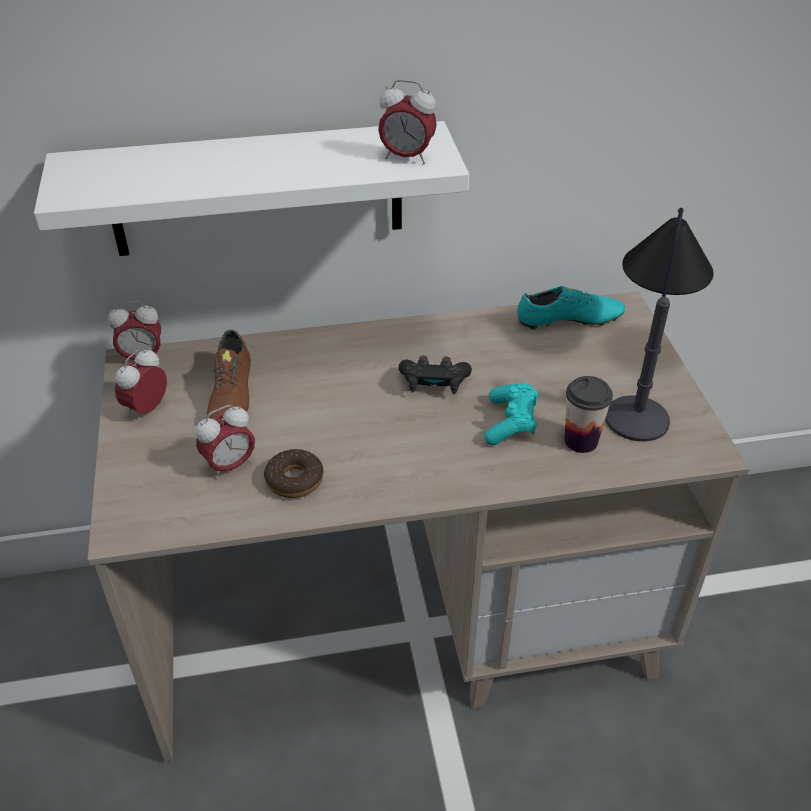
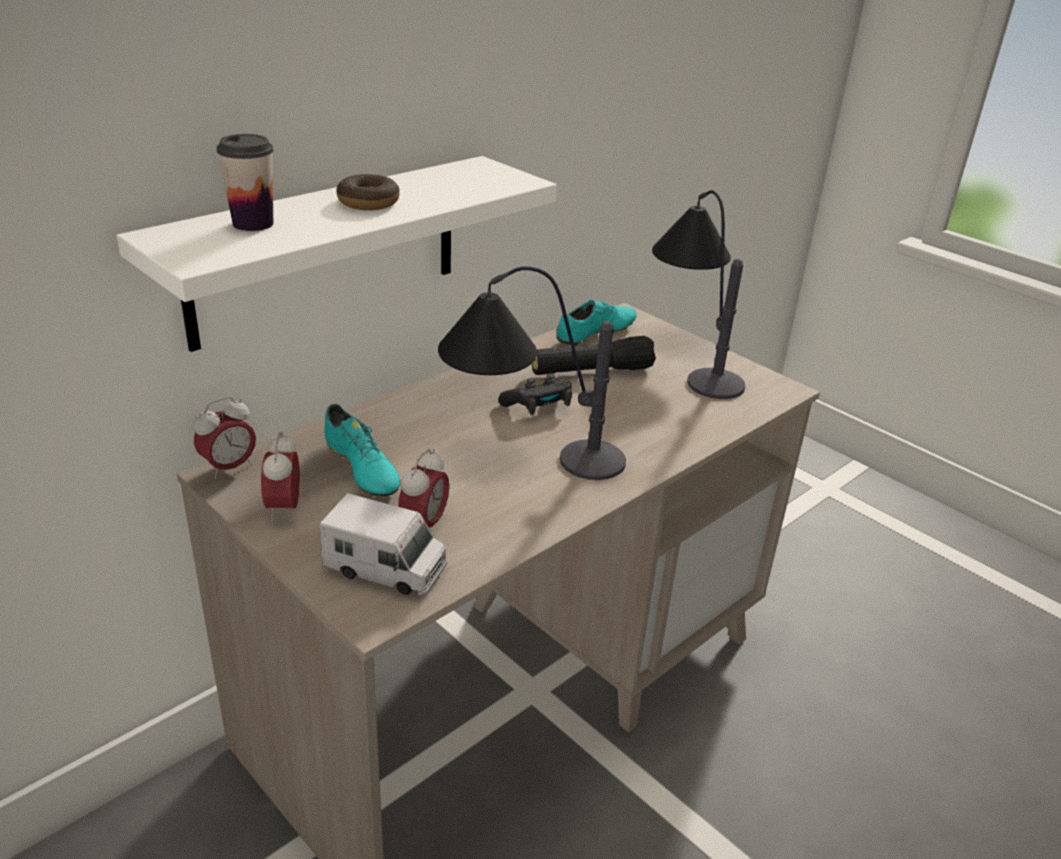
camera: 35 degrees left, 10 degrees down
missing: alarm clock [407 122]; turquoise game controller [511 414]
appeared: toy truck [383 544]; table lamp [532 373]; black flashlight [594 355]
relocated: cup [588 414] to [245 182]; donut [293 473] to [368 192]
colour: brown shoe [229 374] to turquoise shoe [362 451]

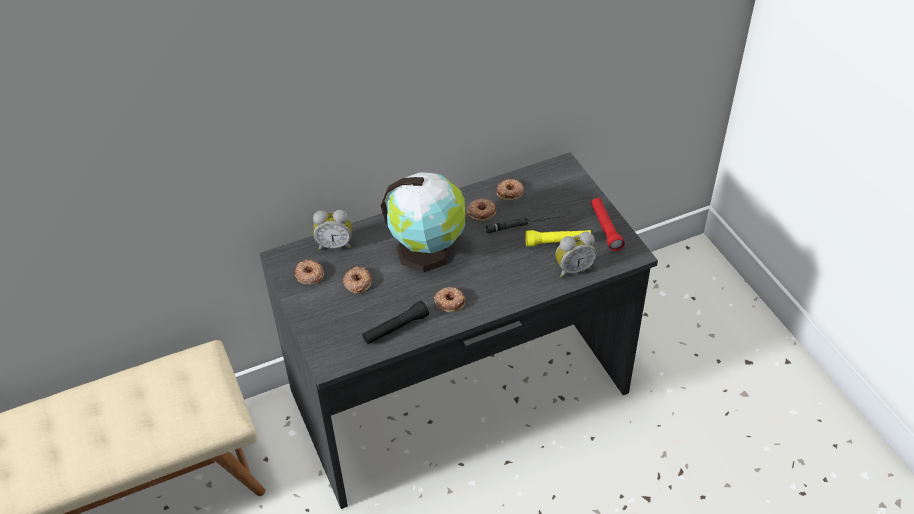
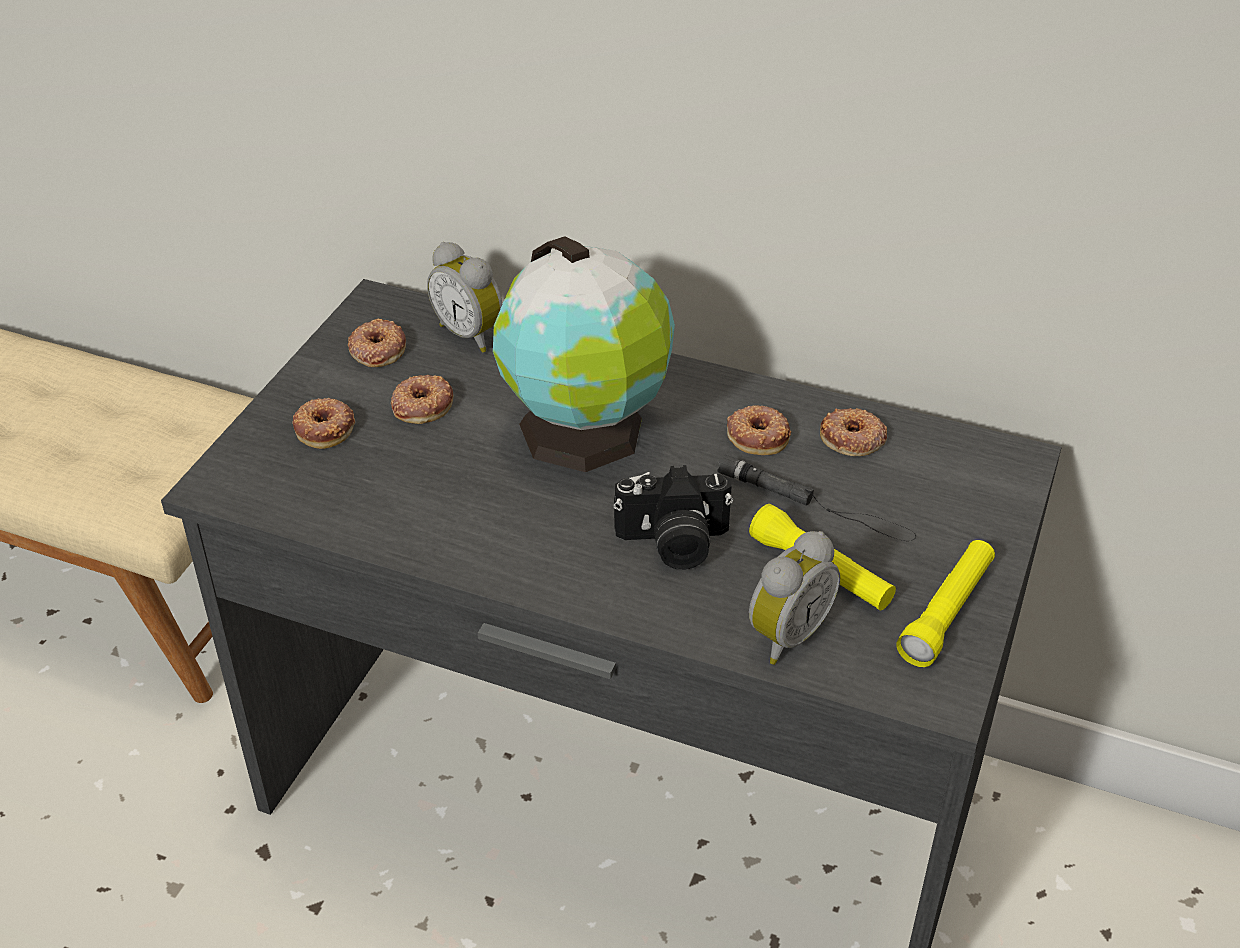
camera: 45 degrees right, 5 degrees down
missing: black flashlight [395 322]
appeared: photo camera [673 517]
relocated: donut [450 299] to [323 423]
colour: red flashlight [608 224] to yellow flashlight [945 603]
spun: alarm clock [576 255] = [794 598] 75 degrees counterclockwise

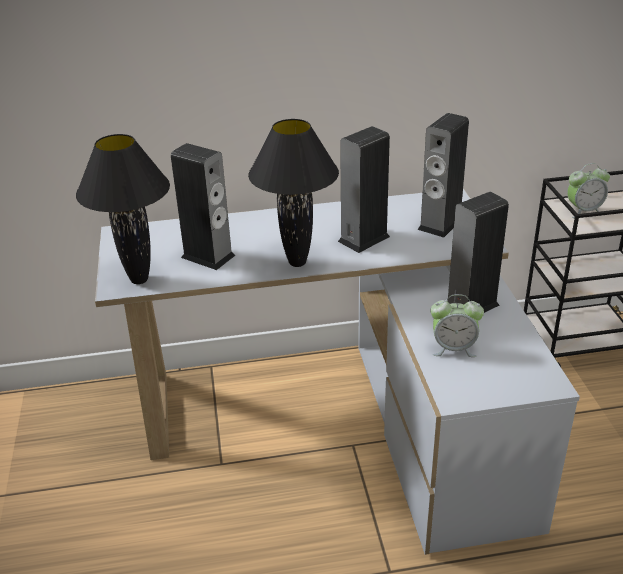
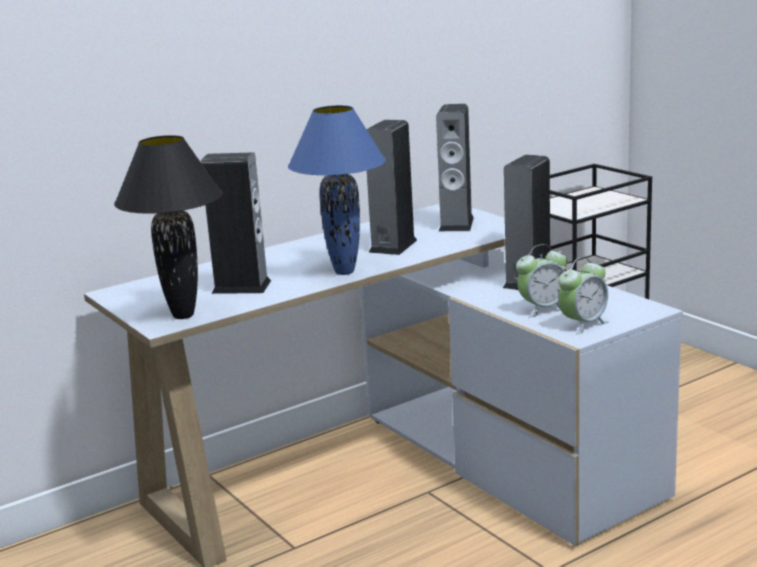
camera: 25 degrees left, 15 degrees down
relocated: alarm clock [588 190] to [583 295]
colour: black table lamp [293 193] to blue table lamp [337 190]

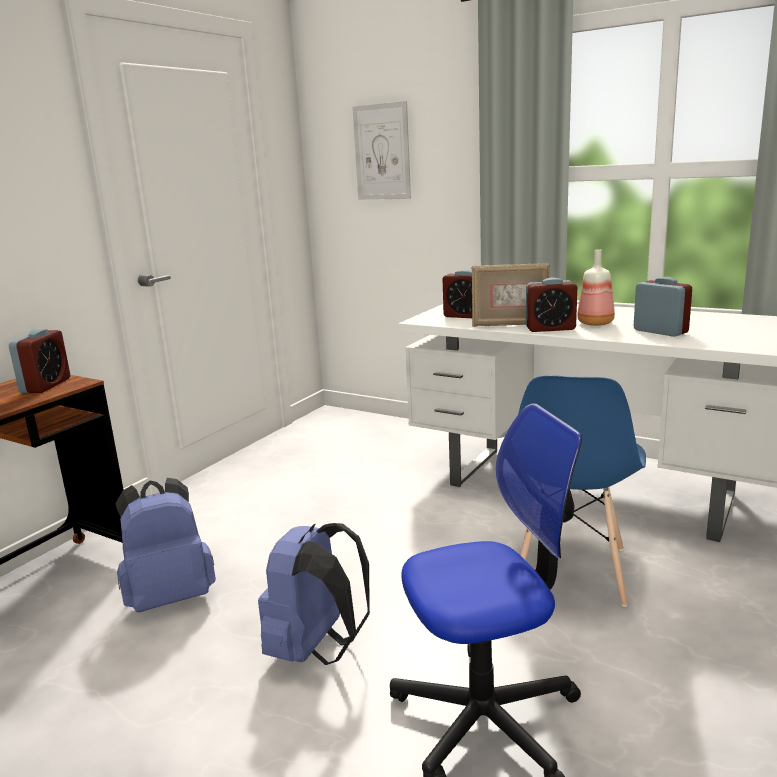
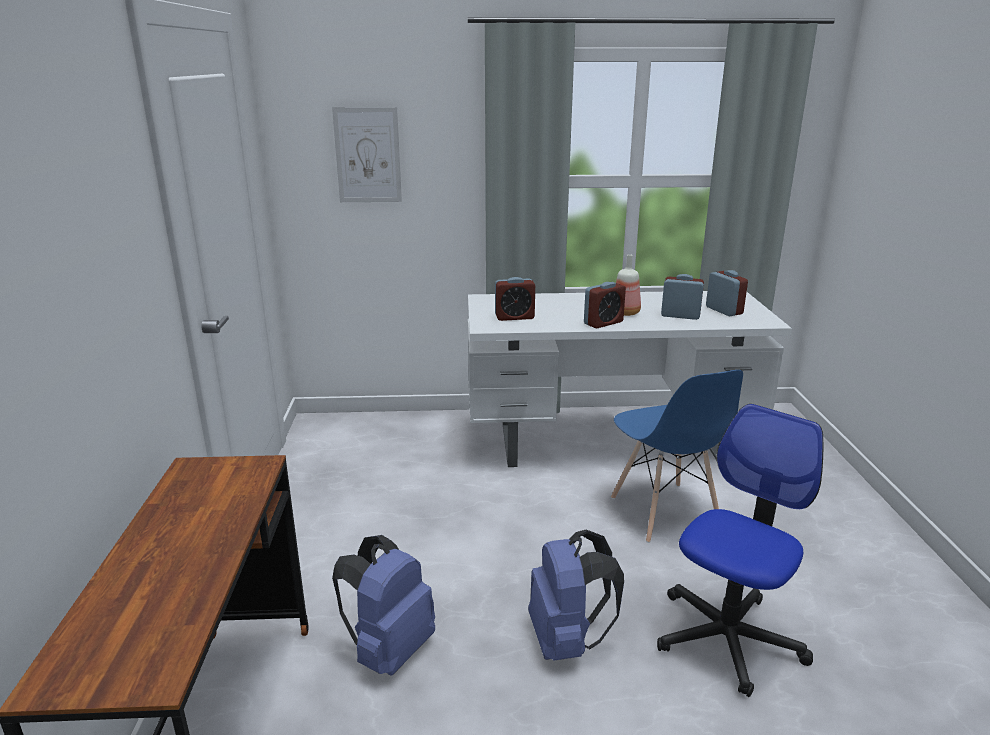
camera: 35 degrees left, 5 degrees up
missing: picture frame [510 295]
relocated: alarm clock [39 361] to [727 293]

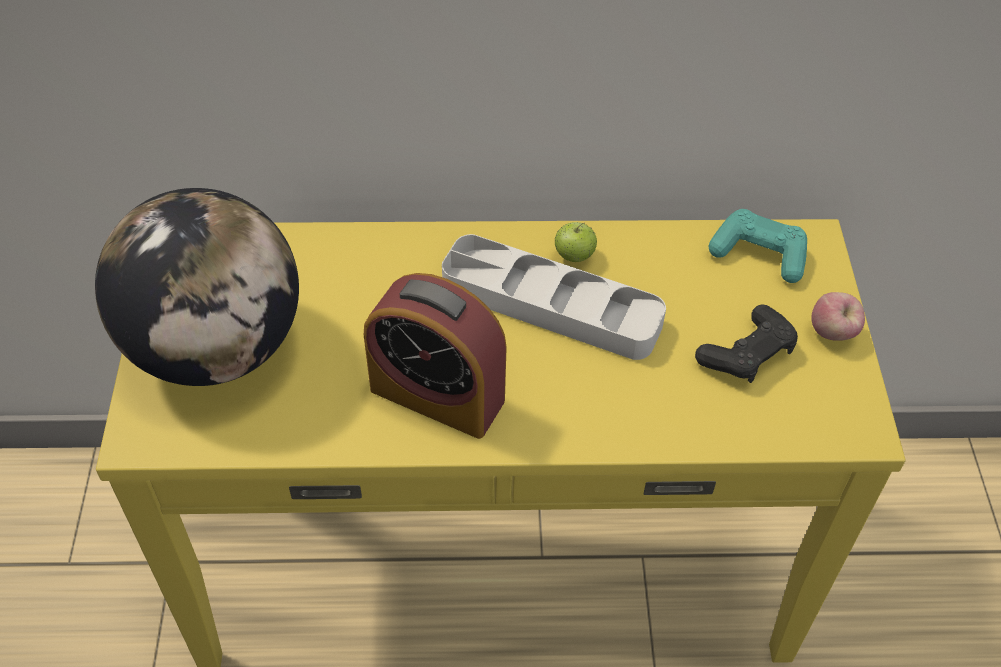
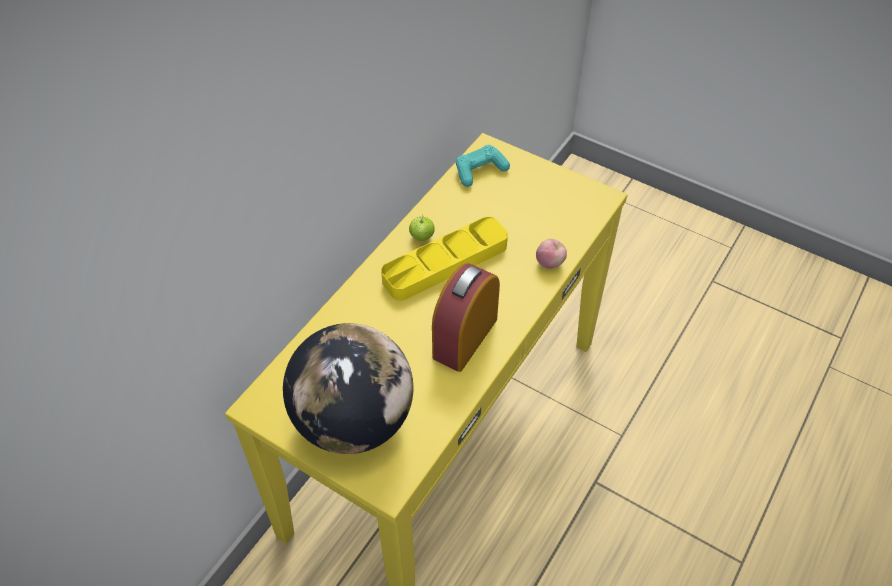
camera: 55 degrees left, 0 degrees up
missing: black game controller [746 344]
relocated: apple [838 316] to [551 254]
colour: grey tray [554 297] to yellow tray [444 259]
spun: alarm clock [435 356] = [466 317] 150 degrees clockwise

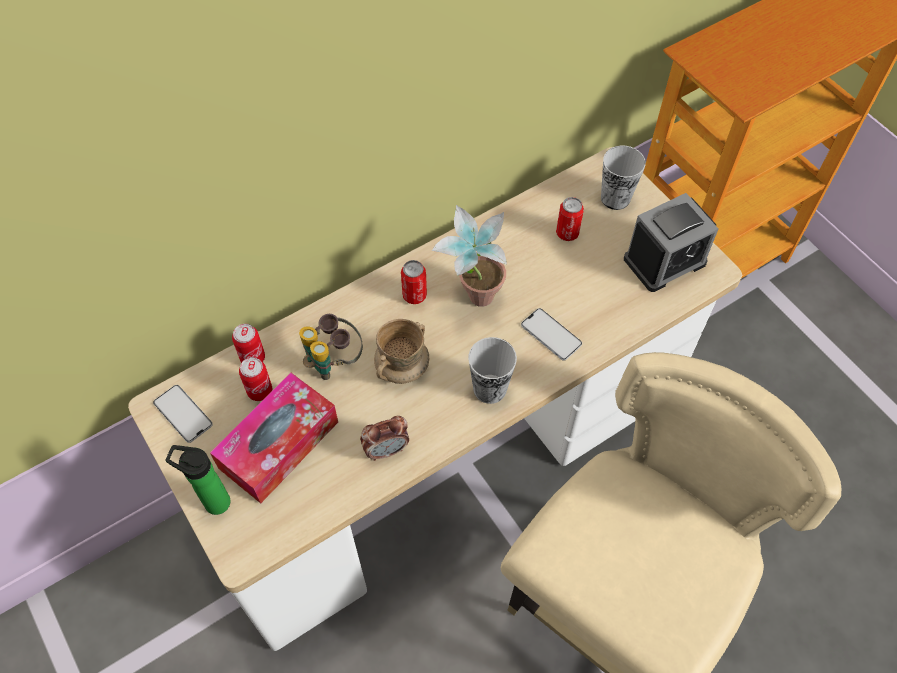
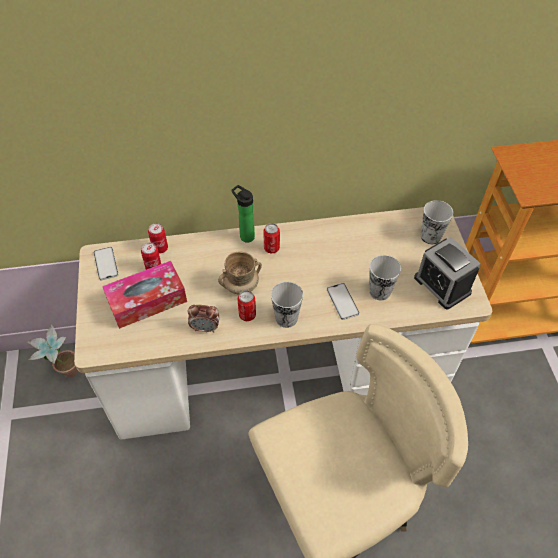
camera: 25 degrees right, 5 degrees down
missing: binoculars [331 347]
appeared: cup [385 277]
relocated: potted plant [469 256] to [52 351]; bottle [198 480] to [243 214]; can [570 219] to [246 305]
spun: alarm clock [671 242] = [447 273] 60 degrees clockwise

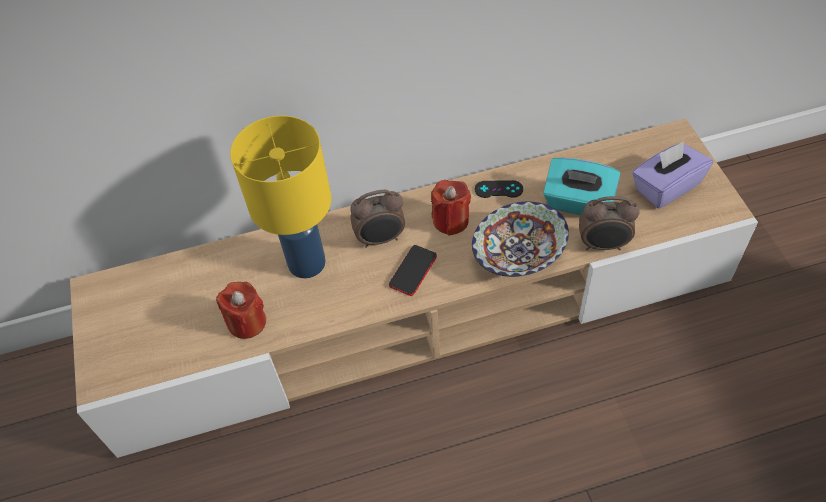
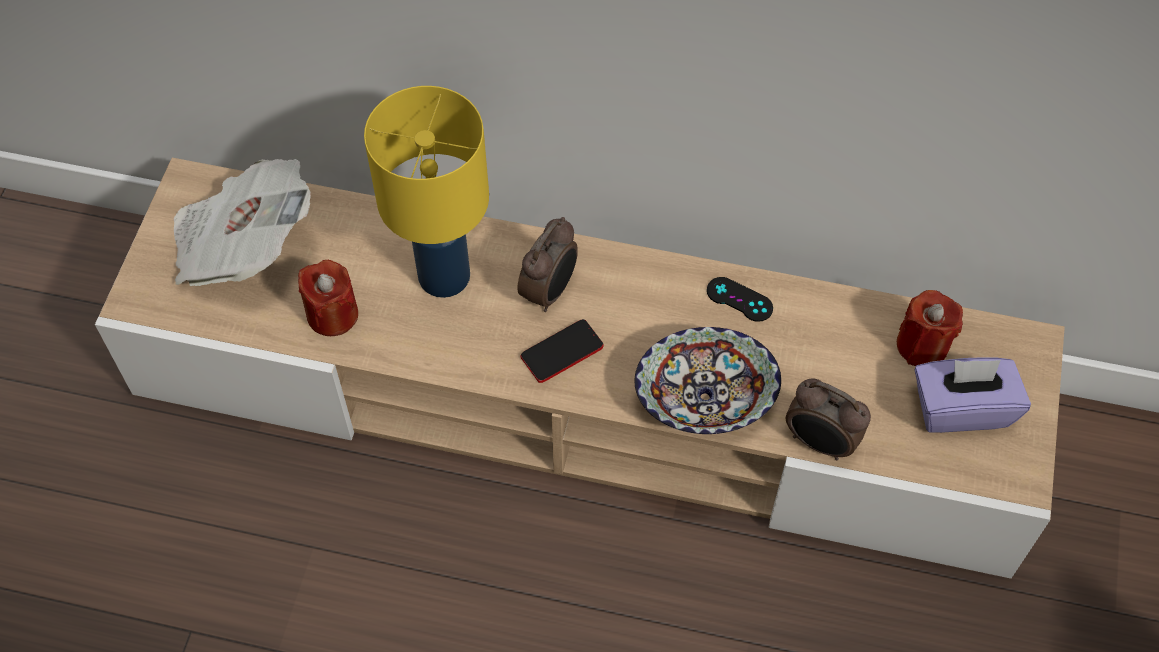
camera: 25 degrees right, 5 degrees up
missing: turquoise tissue box [581 186]
appeared: newspaper [242 222]
relocated: red candle [451 208] to [930 328]
spun: alarm clock [377 219] = [548 264] 75 degrees counterclockwise

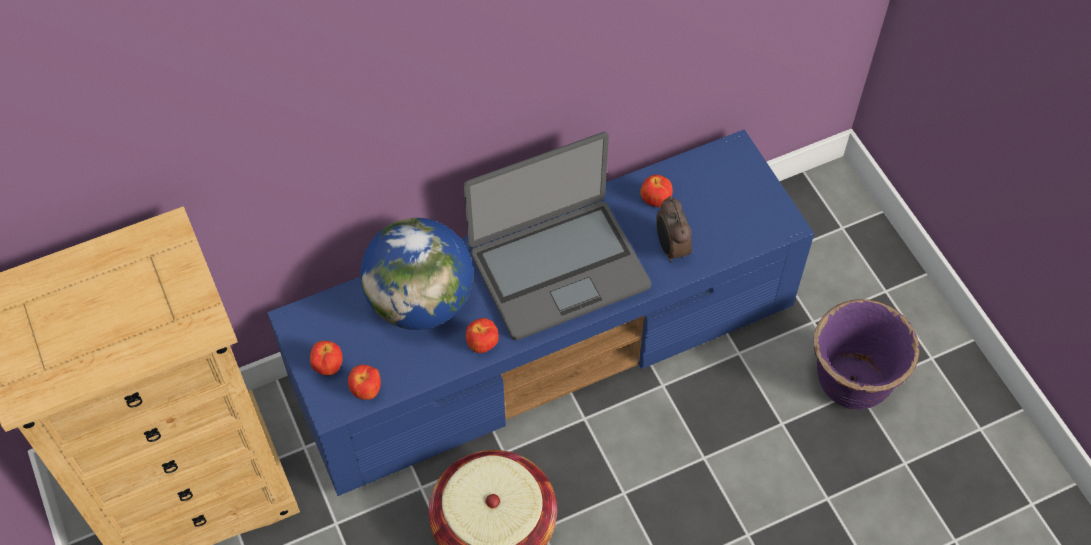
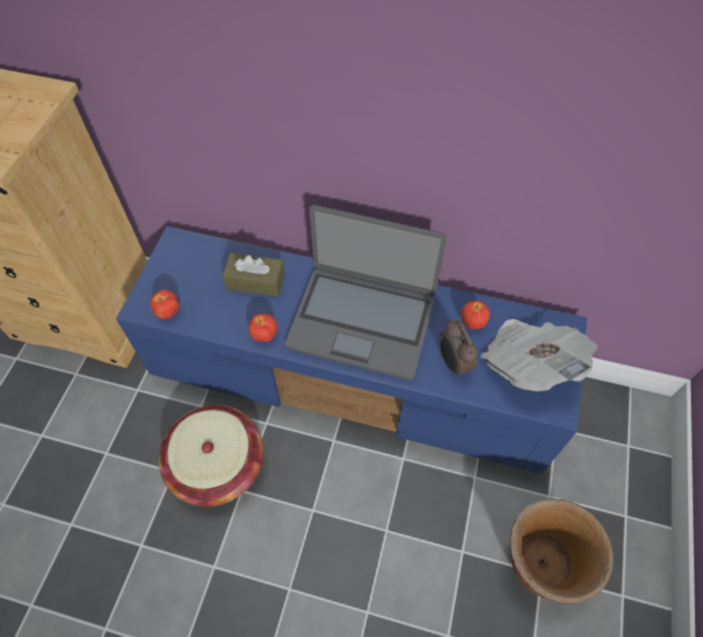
camera: 40 degrees right, 0 degrees up
missing: apple [326 358]
appeared: newspaper [539 355]
exchanged: globe [416 274] to brown tissue box [253 274]
colour: purple planter [866 354] to brown planter [562 551]
spun: alarm clock [674 229] = [459 348] 45 degrees counterclockwise

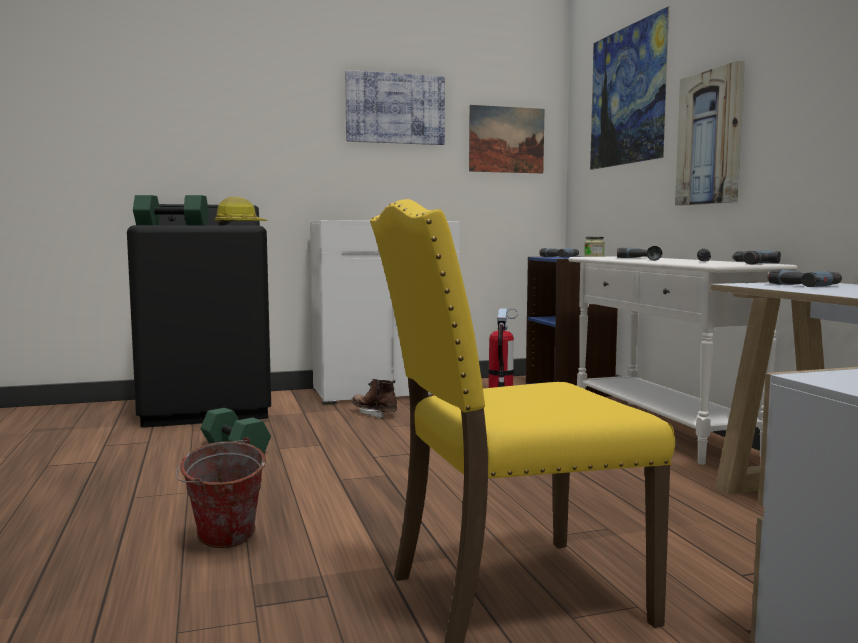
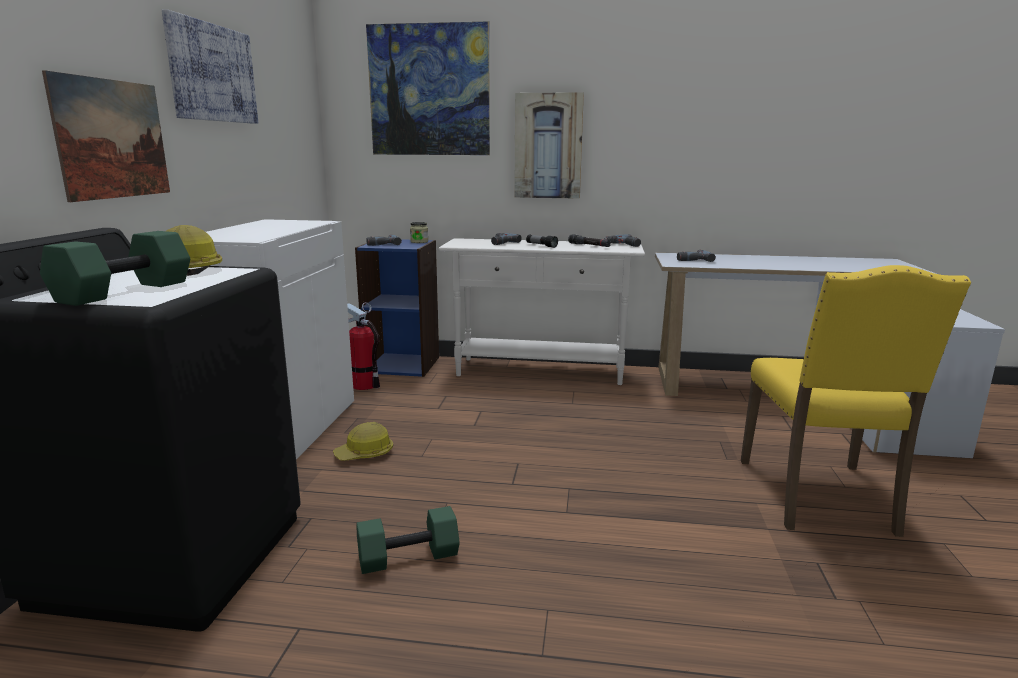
camera: 65 degrees left, 10 degrees up
missing: bucket [221 492]
relocated: picture [507 139] to [106 136]
exchanged: brown boot [374 398] to hard hat [363 441]

